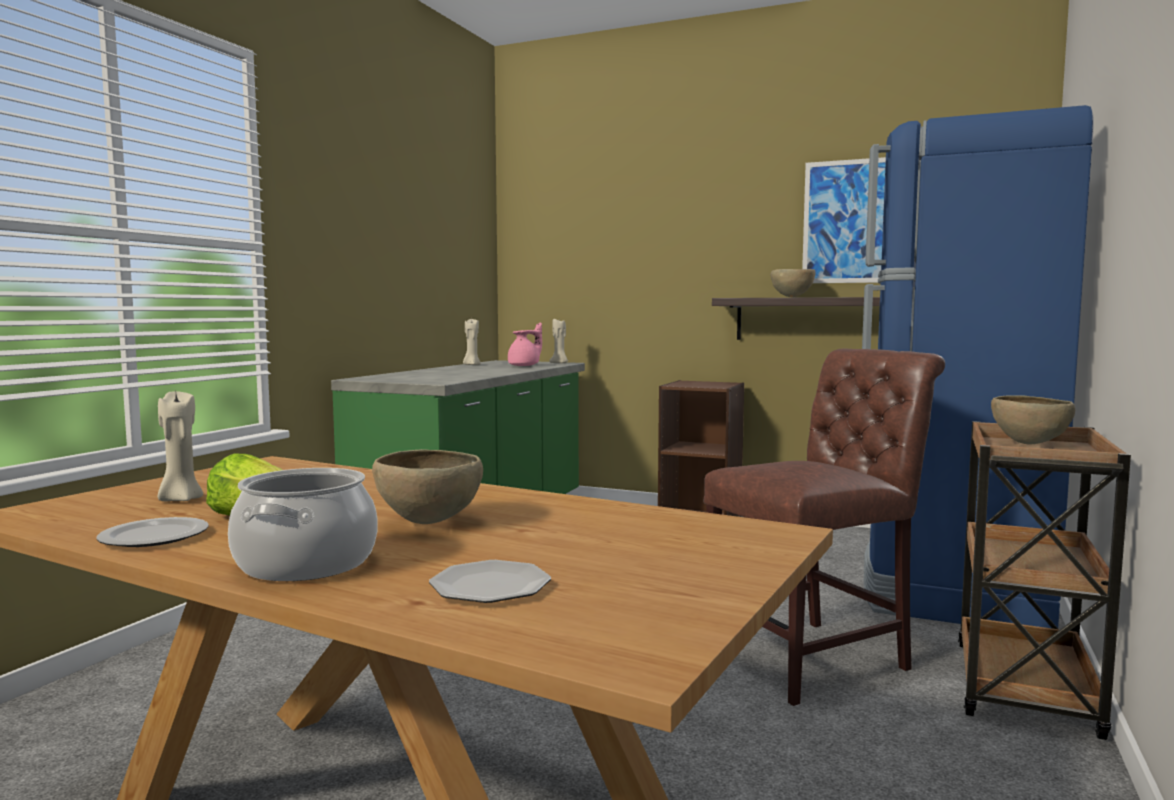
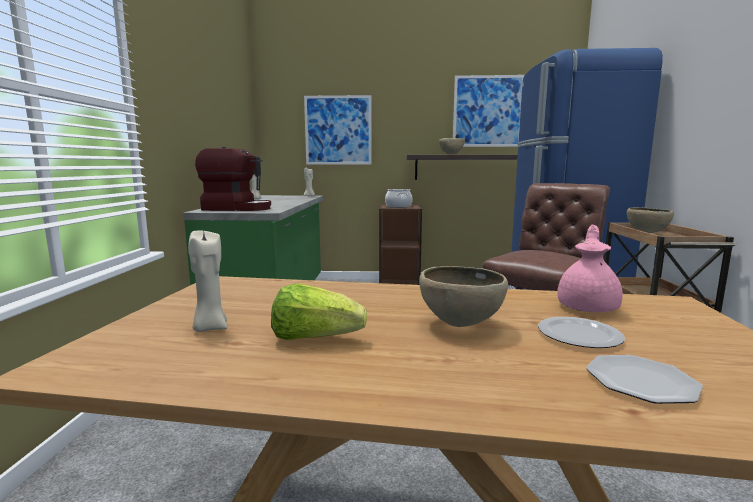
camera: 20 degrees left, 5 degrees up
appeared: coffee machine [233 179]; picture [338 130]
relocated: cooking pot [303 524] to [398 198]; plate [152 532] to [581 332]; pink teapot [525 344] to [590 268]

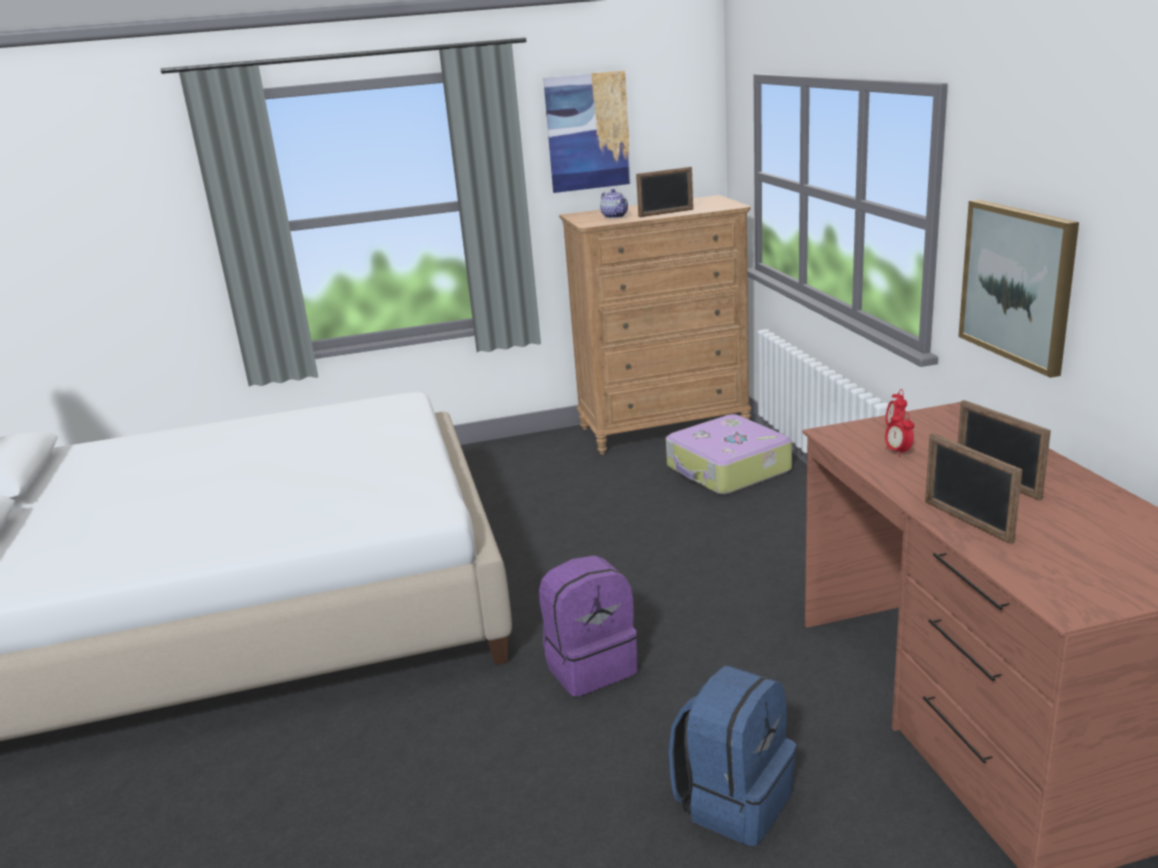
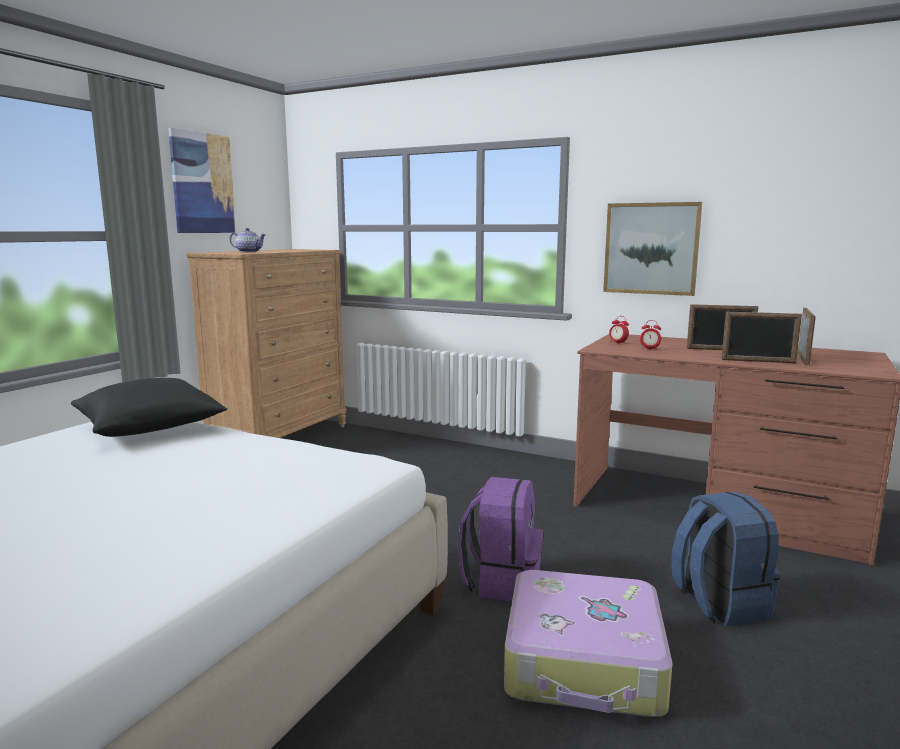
camera: 50 degrees left, 10 degrees down
appeared: black pillow [149 407]
relocated: suitcase [729 454] to [588 643]; picture frame [664 192] to [807 337]

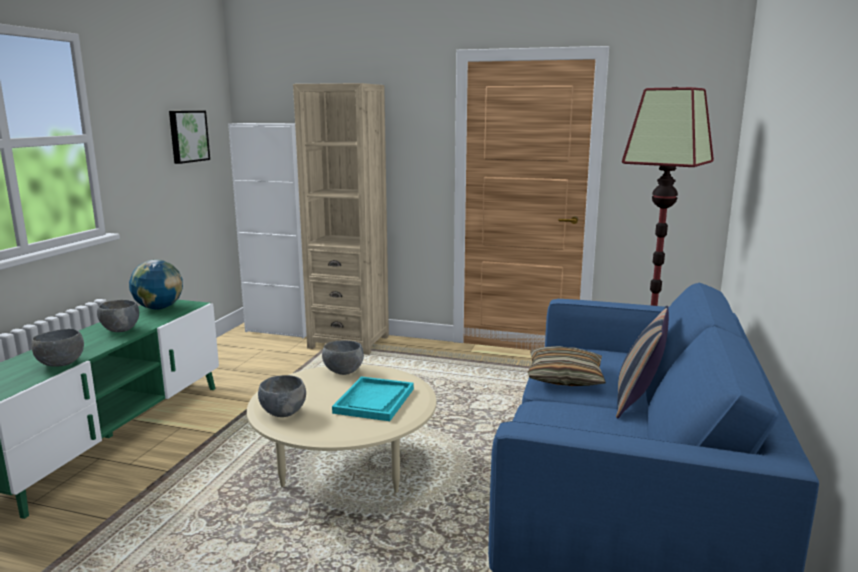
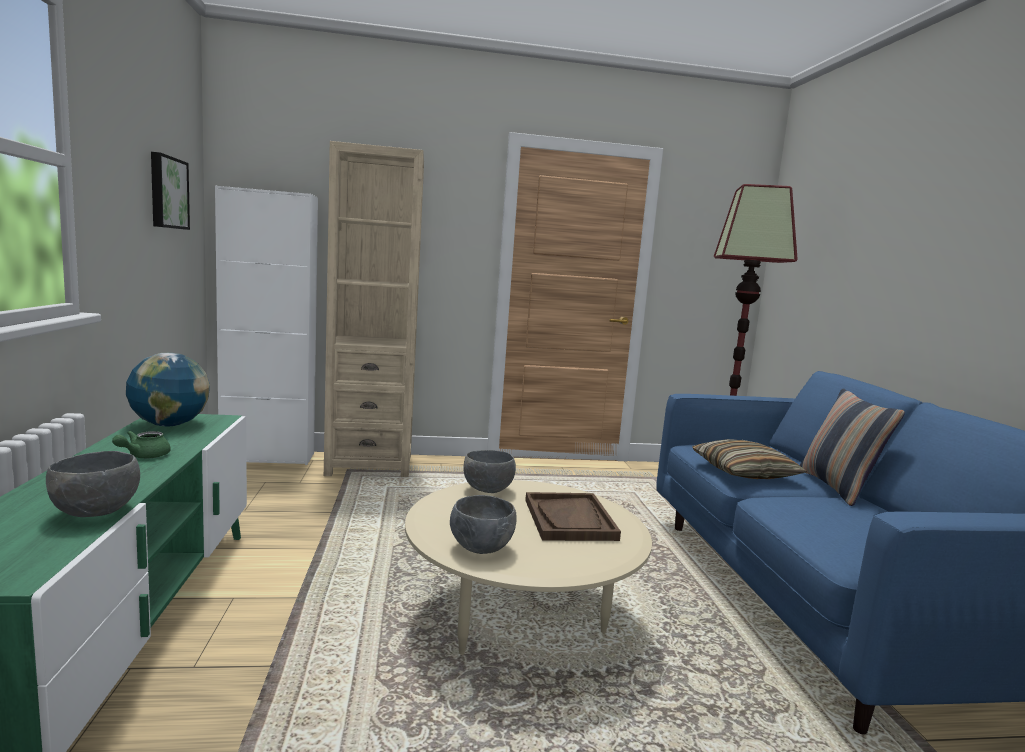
camera: 25 degrees left, 5 degrees down
exchanged: grey bowl [118 316] to green teapot [141 444]
colour: turquoise tray [373 398] to brown tray [573 516]

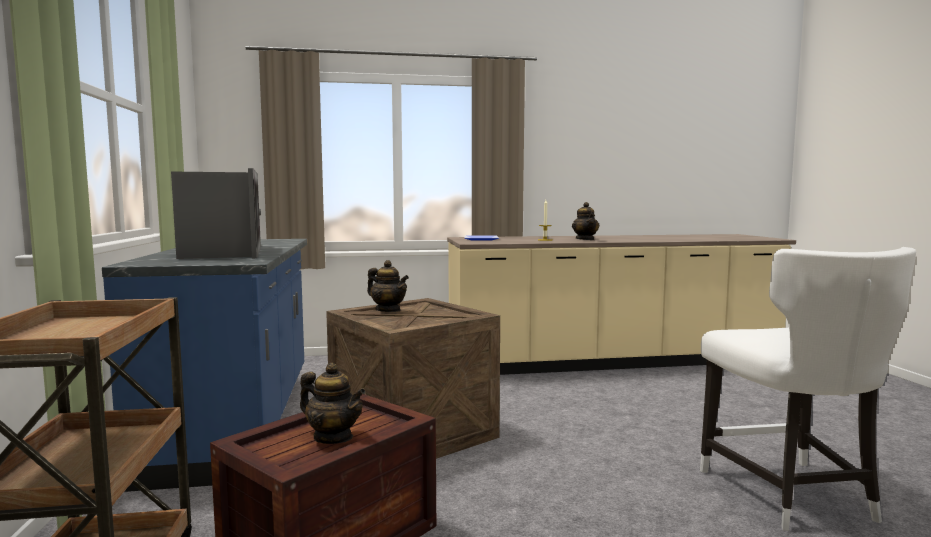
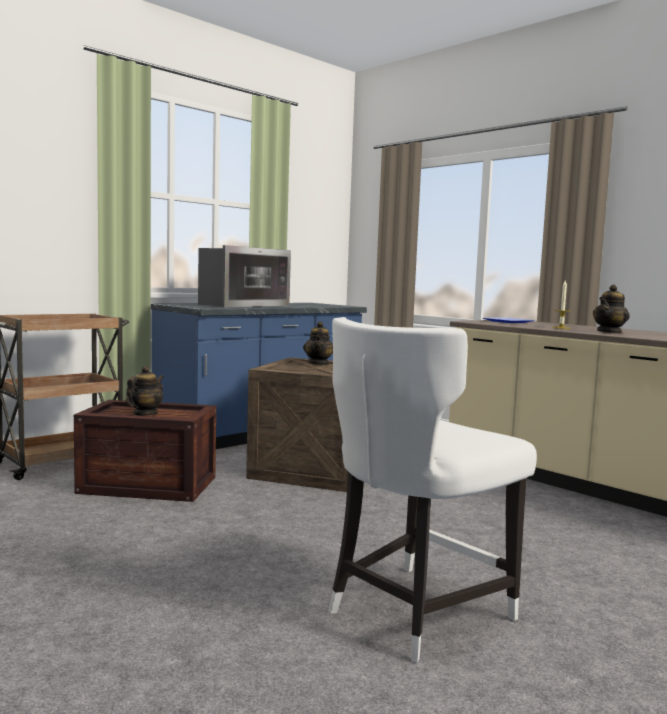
camera: 55 degrees right, 0 degrees up
spun: teapot [333 403] = [145 391] 150 degrees counterclockwise

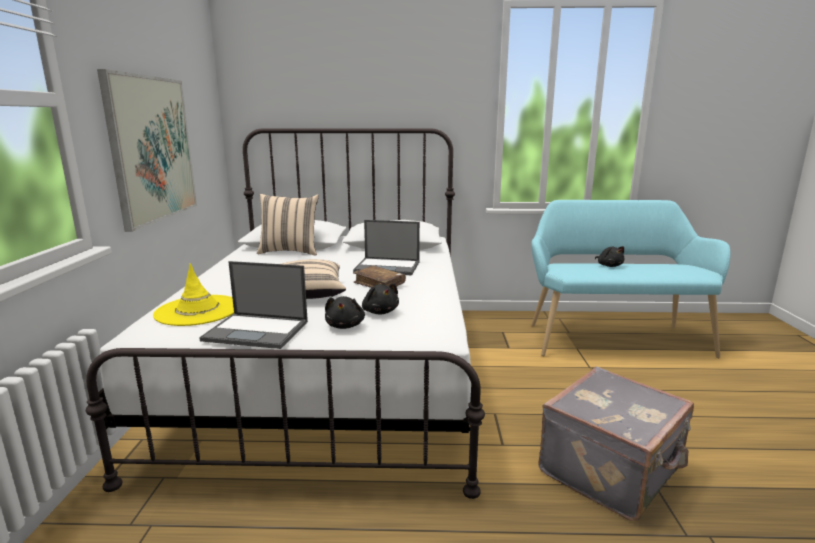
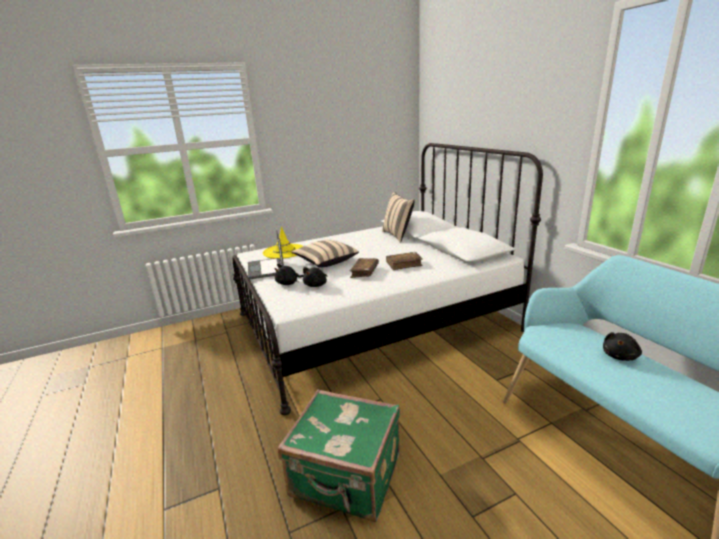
camera: 65 degrees right, 5 degrees up
missing: picture [147 150]
exchanged: laptop [386 247] to brown book [404 261]
colour: grey suitcase [616 444] to green suitcase [339 456]

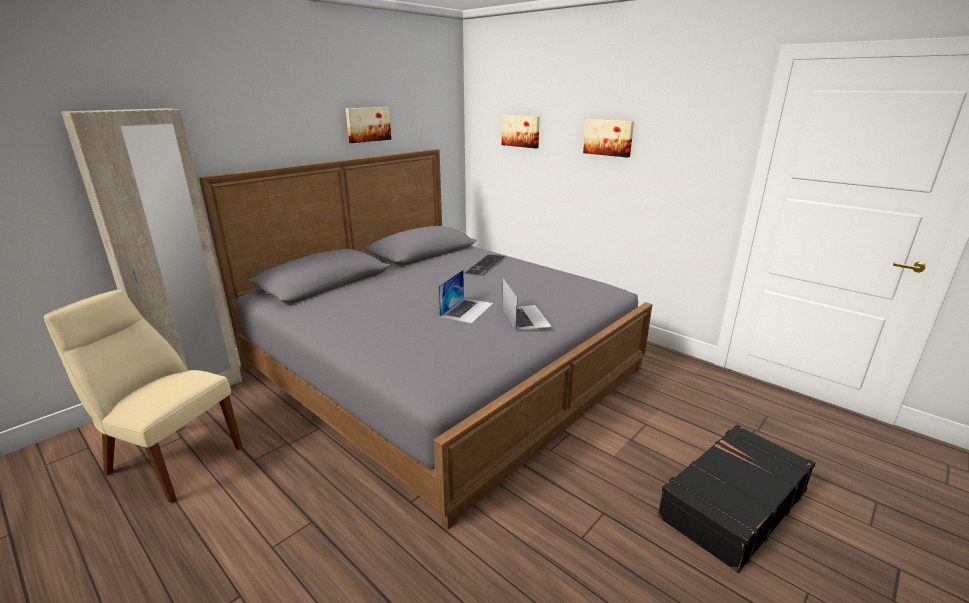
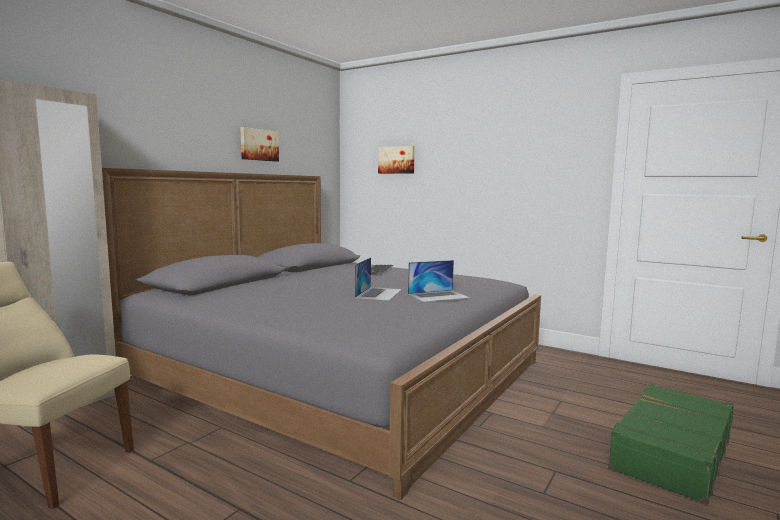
camera: 10 degrees left, 15 degrees down
missing: picture [608 138]
colour: black suitcase [736 498] to green suitcase [670 444]
spun: laptop [527 305] = [439 281] 90 degrees clockwise

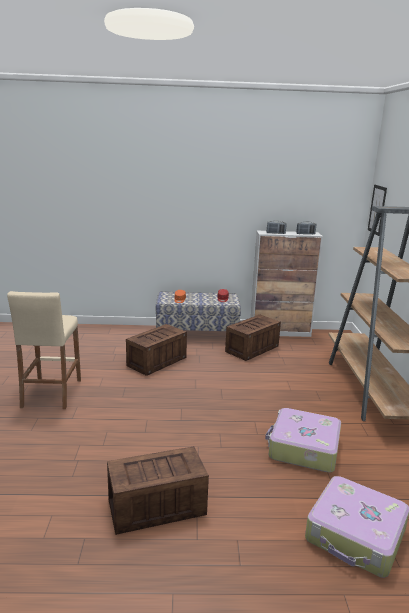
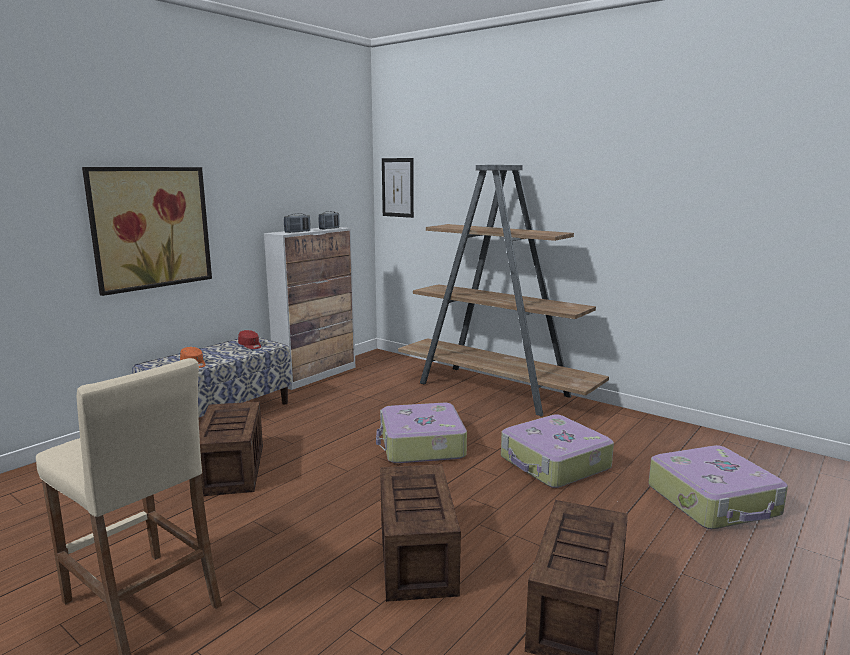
camera: 50 degrees left, 5 degrees down
appeared: picture [147 231]; suitcase [421 433]
relocated: crate [253 338] to [420 533]

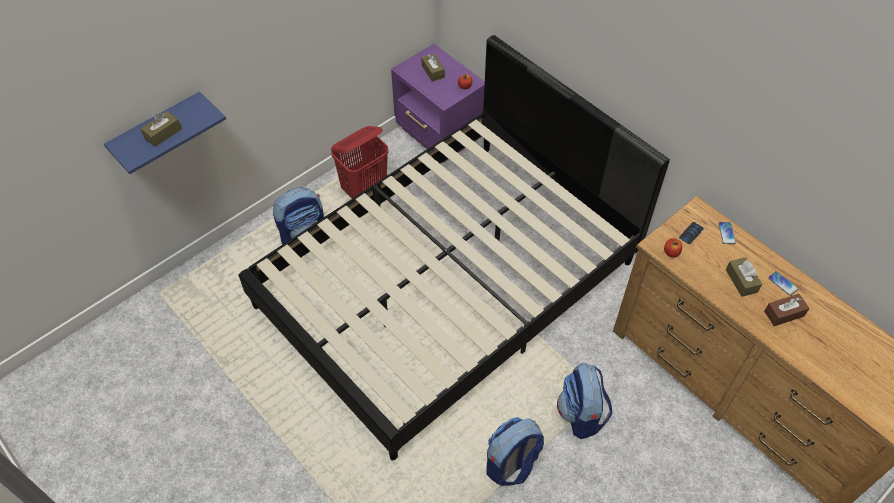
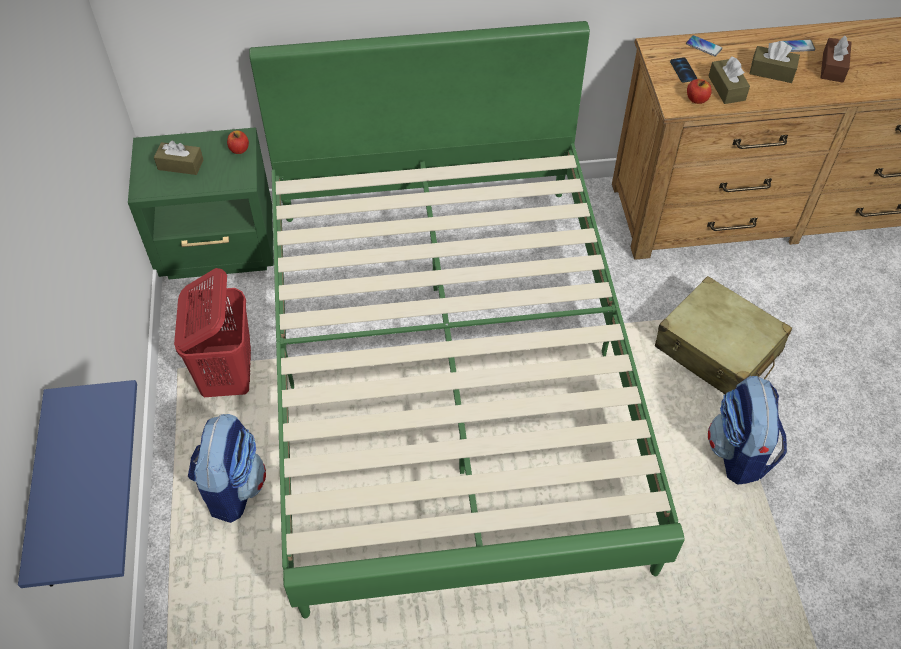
camera: 55 degrees left, 0 degrees up
relocated: brown tissue box [161 129] to [729 80]
exchanged: backpack [584 401] to beige suitcase [723 335]
colour: purple nightstand [438 103] to green nightstand [201 203]; black bed [454 247] to green bed [467 319]

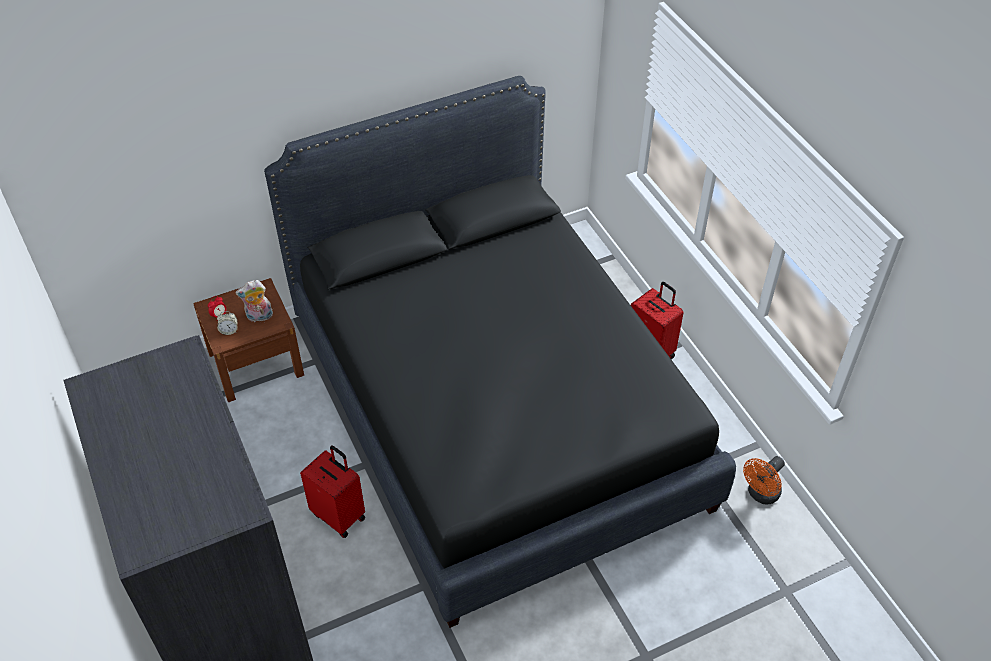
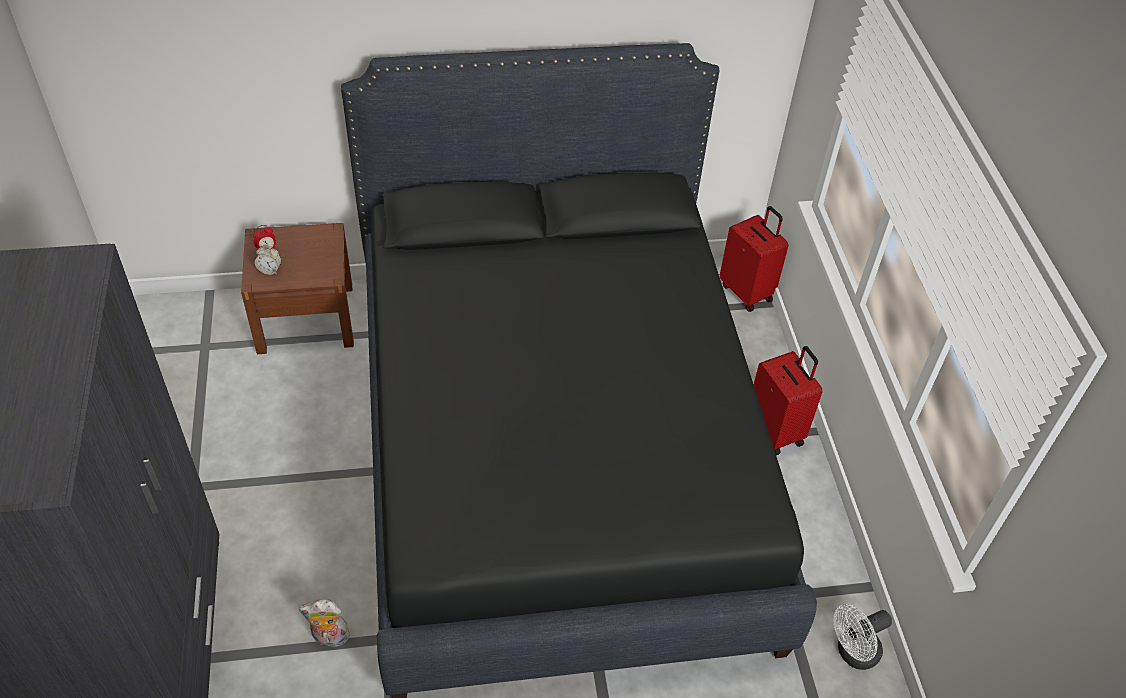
camera: 15 degrees right, 0 degrees up
relocated: plush toy [254 301] to [324 624]; red suitcase [332 491] to [754 259]
colour: orange fan [764 480] to white fan [863 637]

